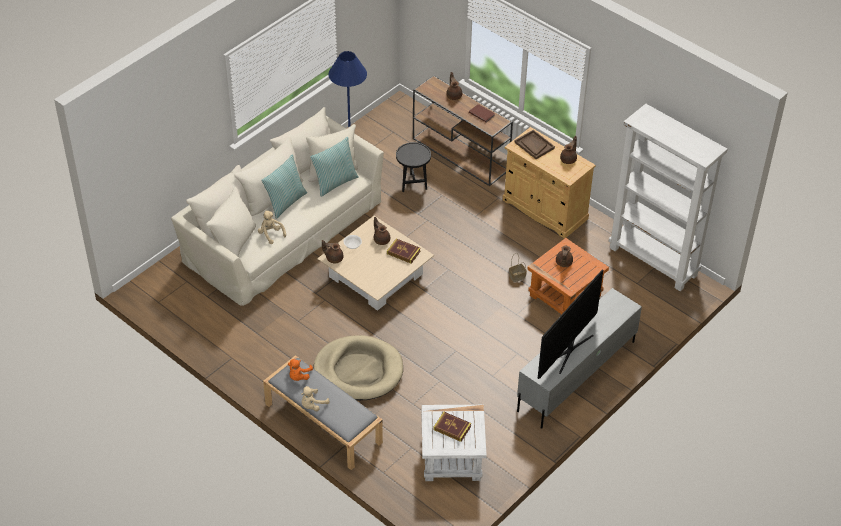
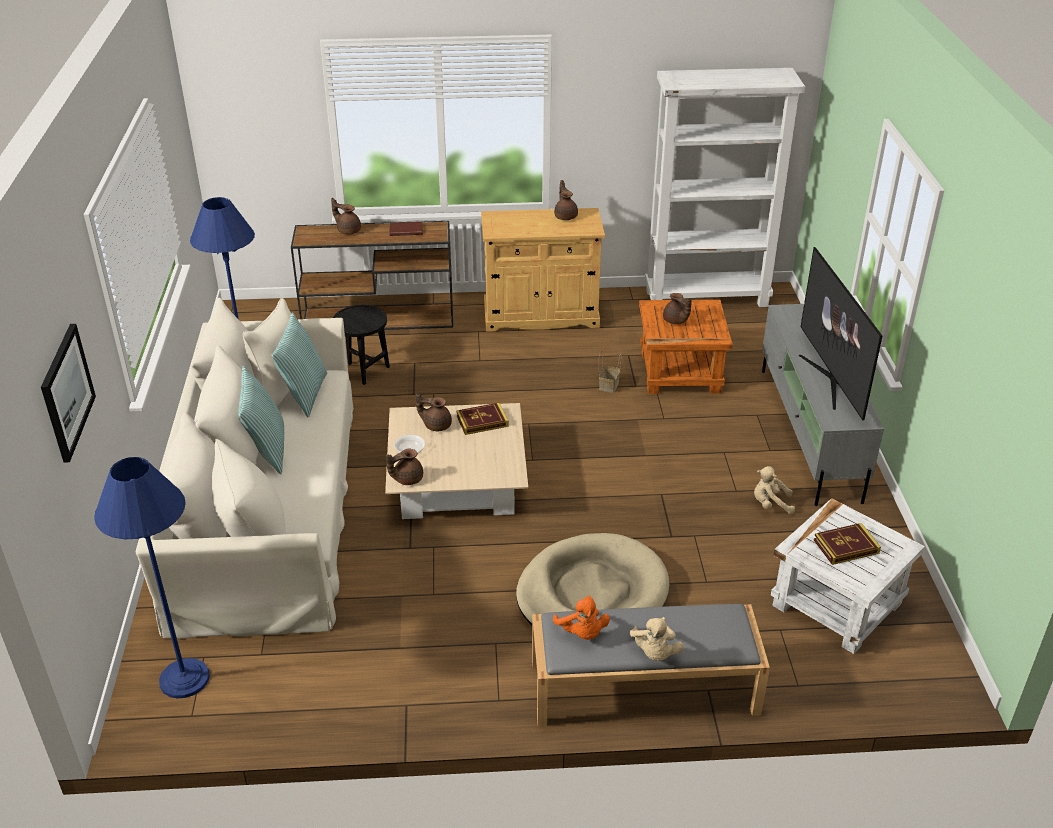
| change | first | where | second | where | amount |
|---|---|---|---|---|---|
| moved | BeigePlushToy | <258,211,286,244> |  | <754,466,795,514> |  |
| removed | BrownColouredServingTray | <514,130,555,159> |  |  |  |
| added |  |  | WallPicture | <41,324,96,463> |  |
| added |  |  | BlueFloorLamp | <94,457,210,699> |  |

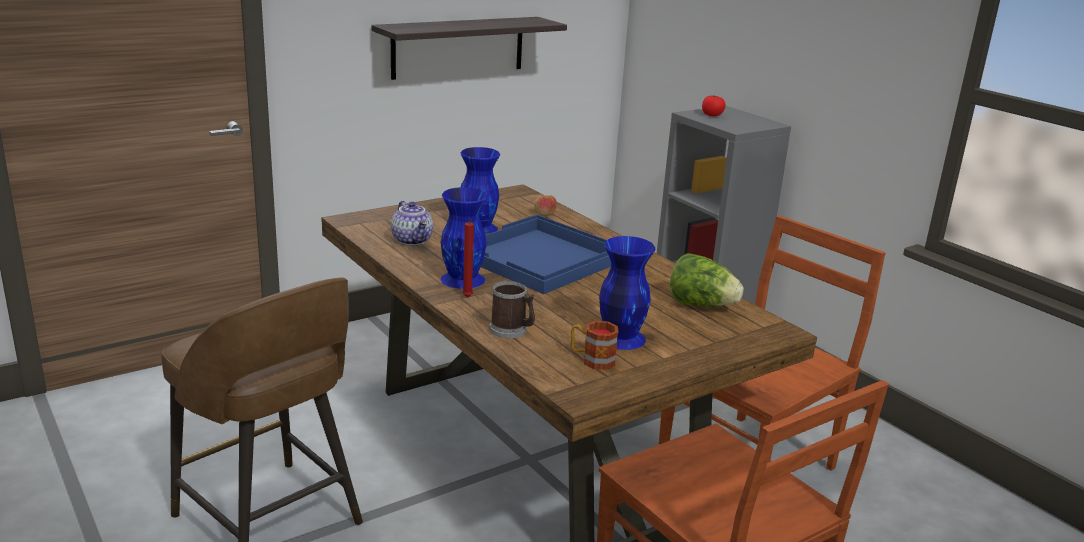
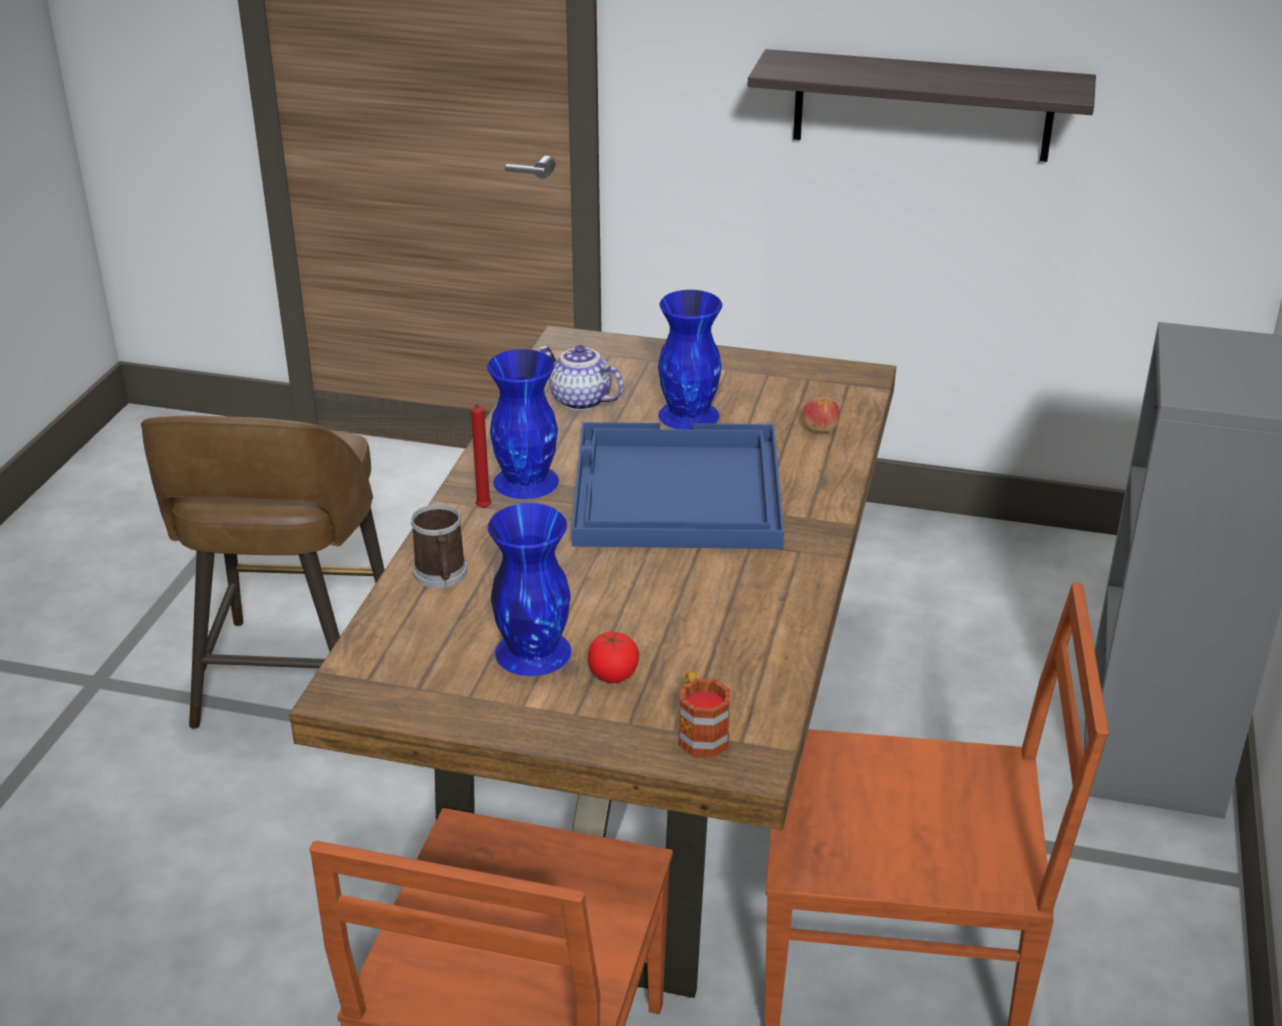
| change | first | where | second | where | amount |
|---|---|---|---|---|---|
| turned | Teapot | <391,201,433,246> |  | <539,345,624,411> | 105 degrees clockwise |
| moved | CoffeeMug | <571,321,618,370> |  | <679,671,731,757> |  |
| removed | HeadOfLettuce | <670,253,744,307> |  |  |  |
| moved | WholeTomato | <702,95,726,116> |  | <588,632,639,683> |  |

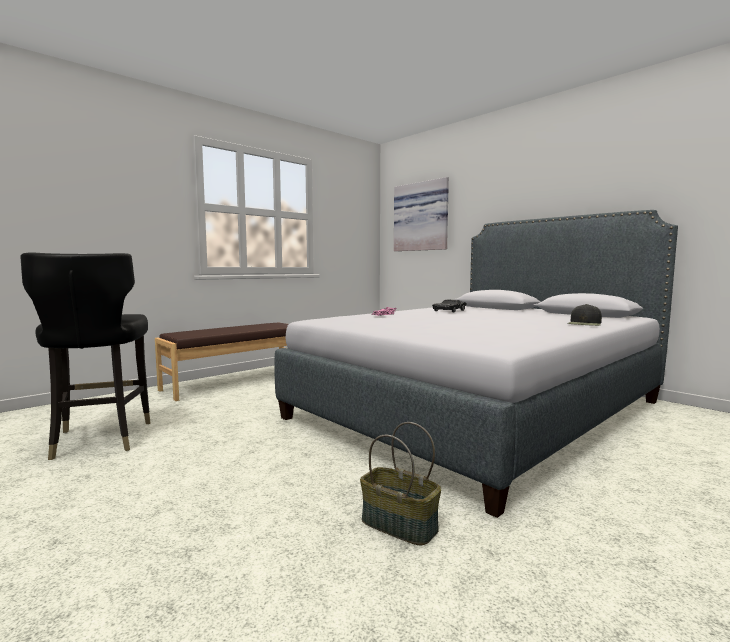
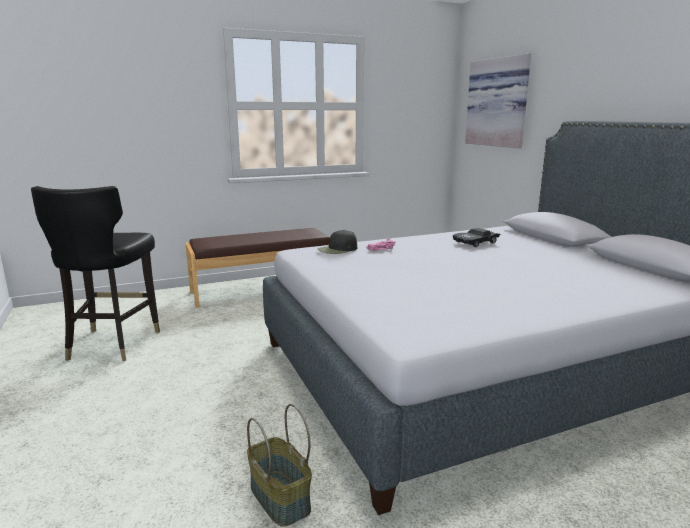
| change | first | where | second | where | amount |
|---|---|---|---|---|---|
| moved | BlackishCap | <567,304,602,326> |  | <317,230,357,254> |  |

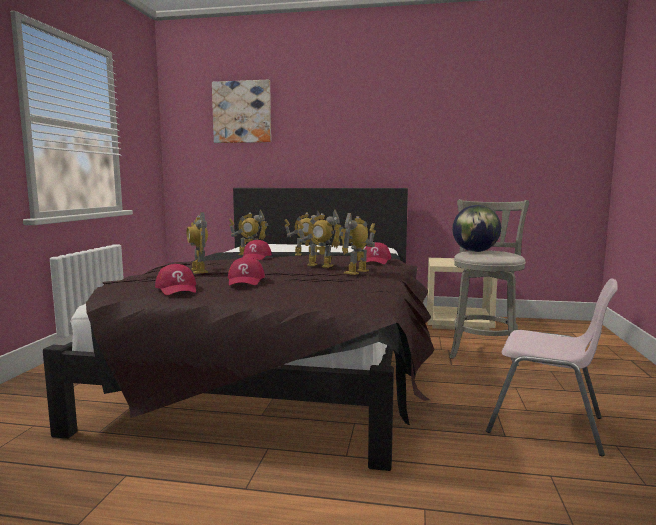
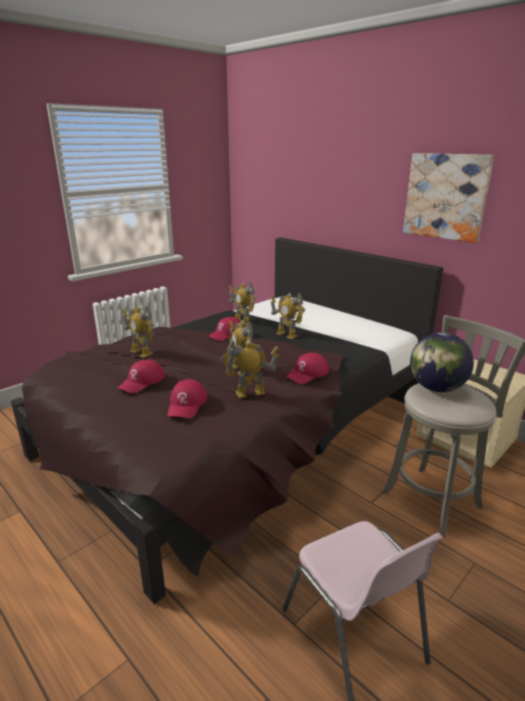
| change | first | where | second | where | amount |
|---|---|---|---|---|---|
| moved | RedCap | <155,264,196,295> |  | <167,379,207,418> |  |
| turned | ToyRobot | <187,212,208,274> |  | <122,306,154,358> | 60 degrees counterclockwise |
| moved | WallPicture | <212,80,271,143> |  | <403,153,494,243> |  |

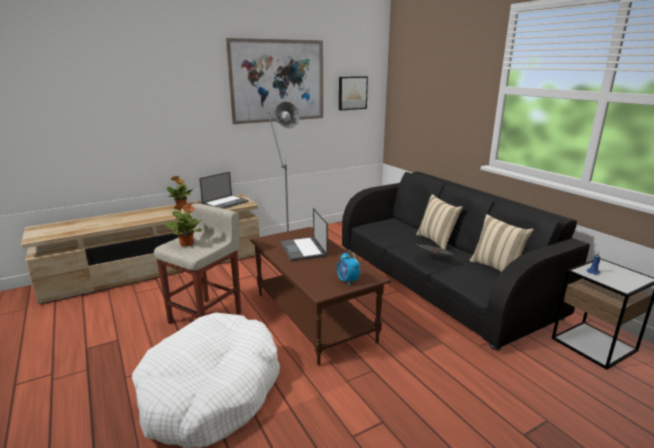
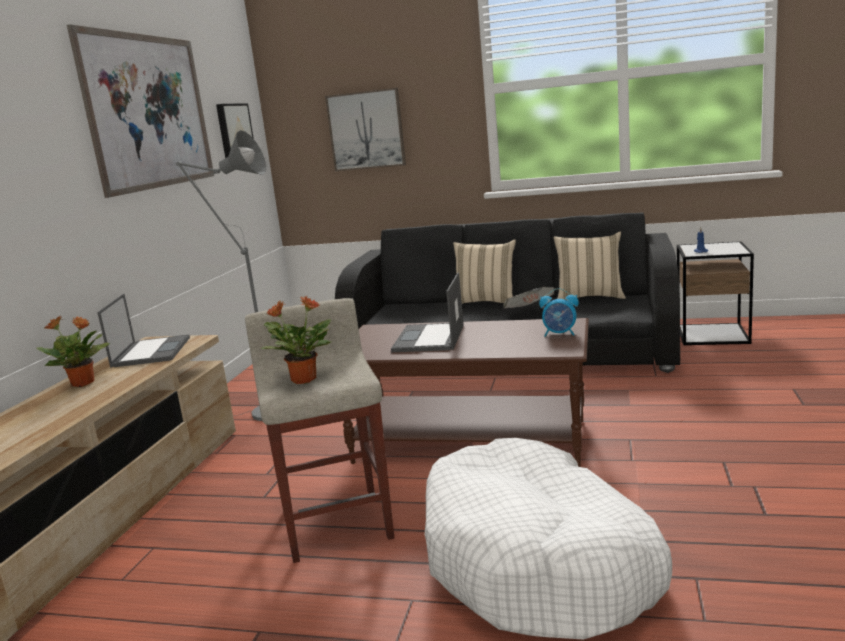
| change | first | where | second | where | amount |
|---|---|---|---|---|---|
| turned | Laptop | <280,208,328,262> |  | <391,272,464,352> | 75 degrees clockwise |
| added |  |  | WallPicture | <325,88,406,171> |  |

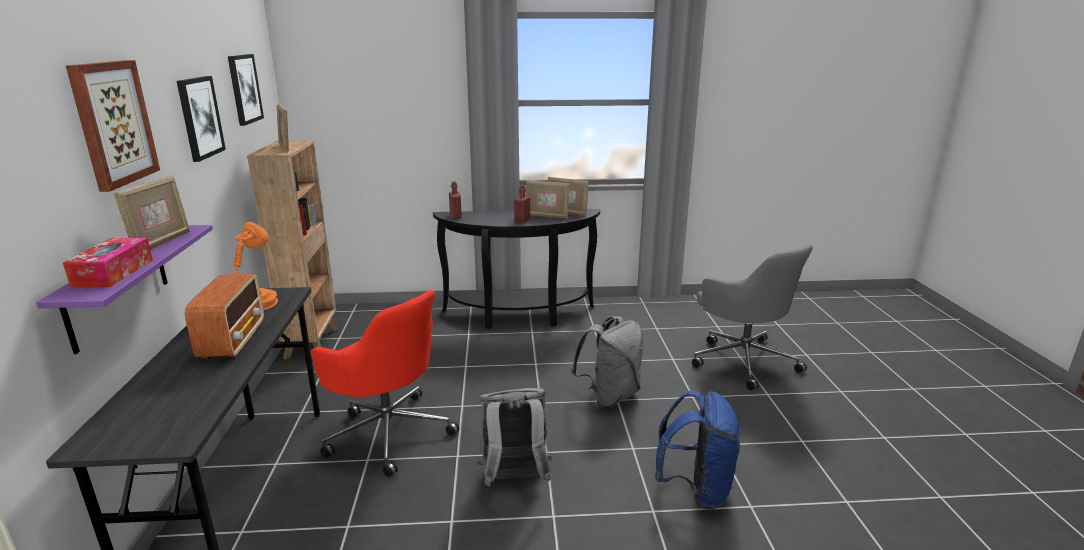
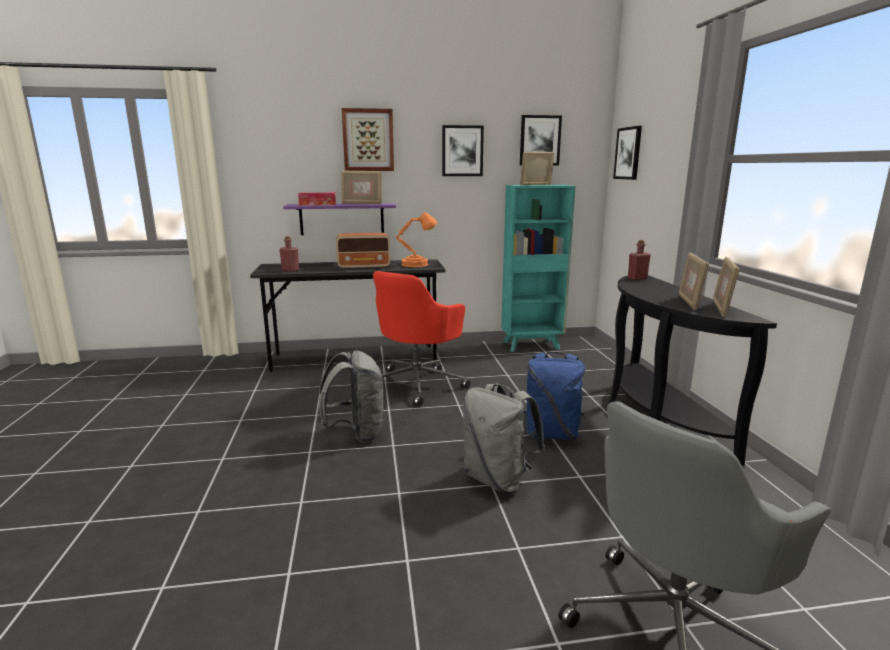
| change | first | where | second | where | amount |
|---|---|---|---|---|---|
| recoloured | BrownColouredBookcase | <247,141,339,360> | TurquoiseBookcase | <501,185,575,352> |  |
| moved | RedBeverageBottle | <514,185,530,223> |  | <279,236,299,272> |  |
| moved | BlueRucksack | <655,391,740,510> |  | <524,352,585,440> |  |
| added |  |  | WallPicture | <613,126,642,180> |  |

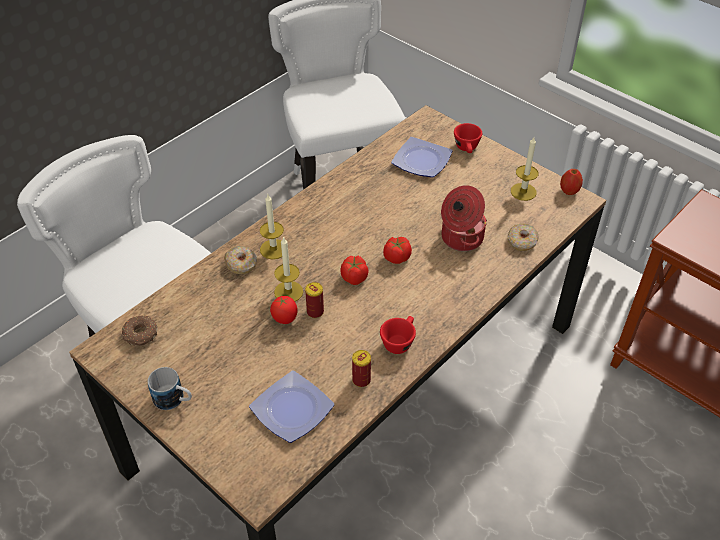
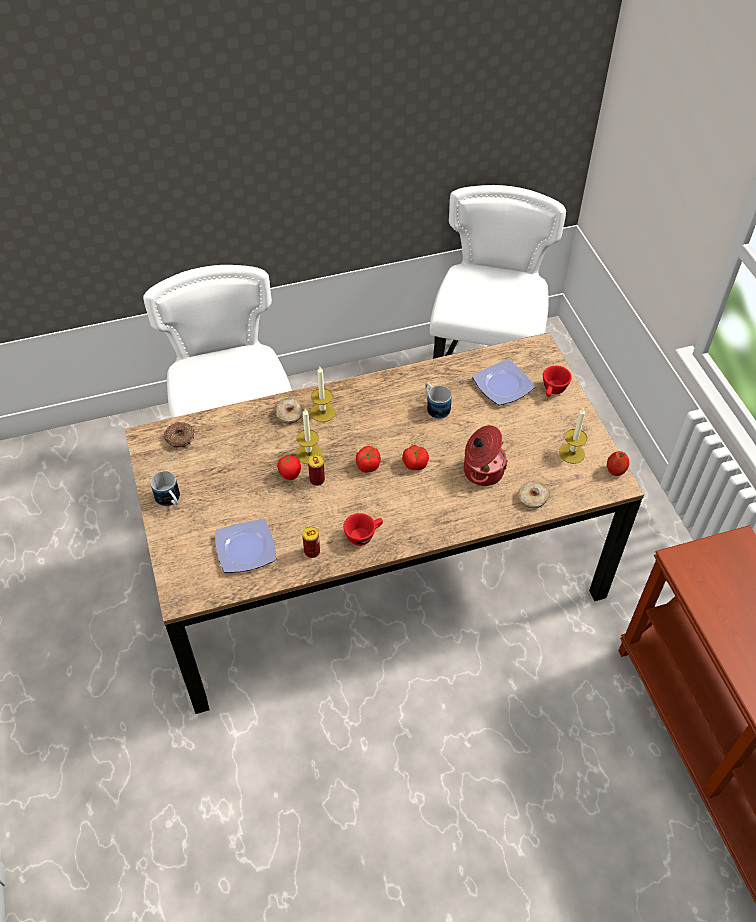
| change | first | where | second | where | amount |
|---|---|---|---|---|---|
| added |  |  | CoffeeMug | <425,382,452,419> |  |

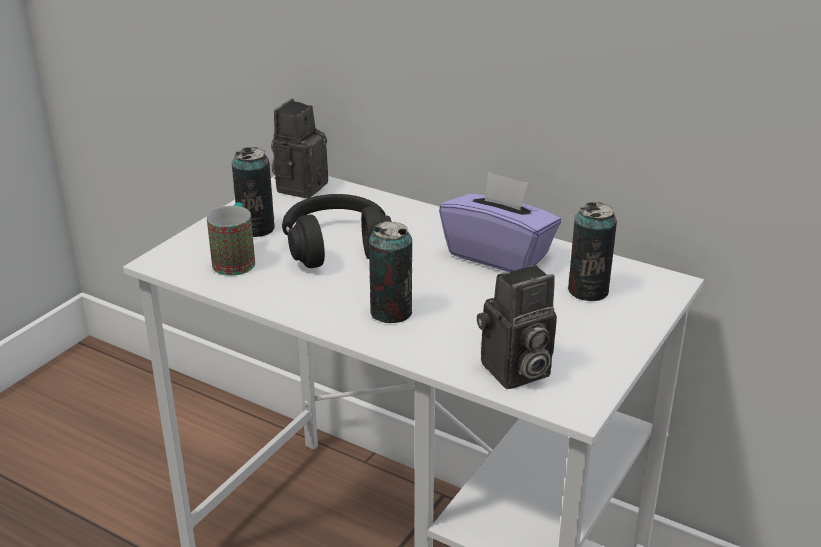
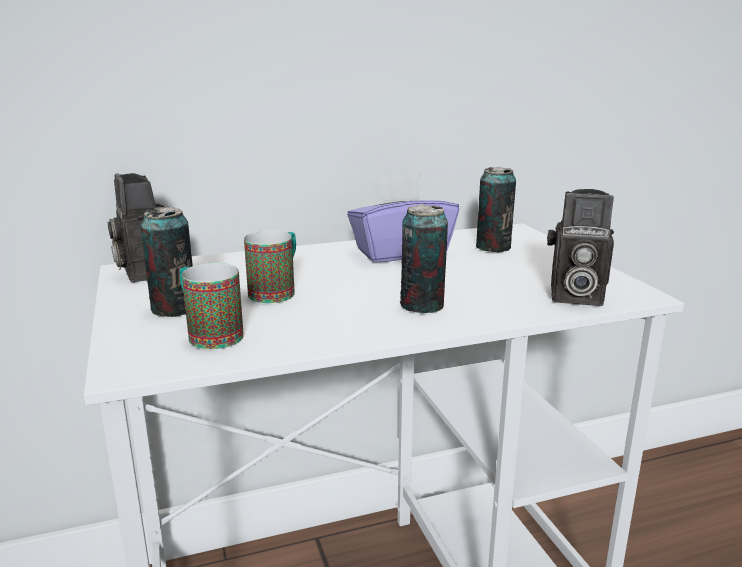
| change | first | where | second | where | amount |
|---|---|---|---|---|---|
| replaced | BlackishPairOfHeadphones | <282,194,392,268> | CoffeeMug | <244,230,296,303> |  |
| turned | StillCamera | <477,264,557,389> |  | <547,189,614,306> | 90 degrees clockwise |

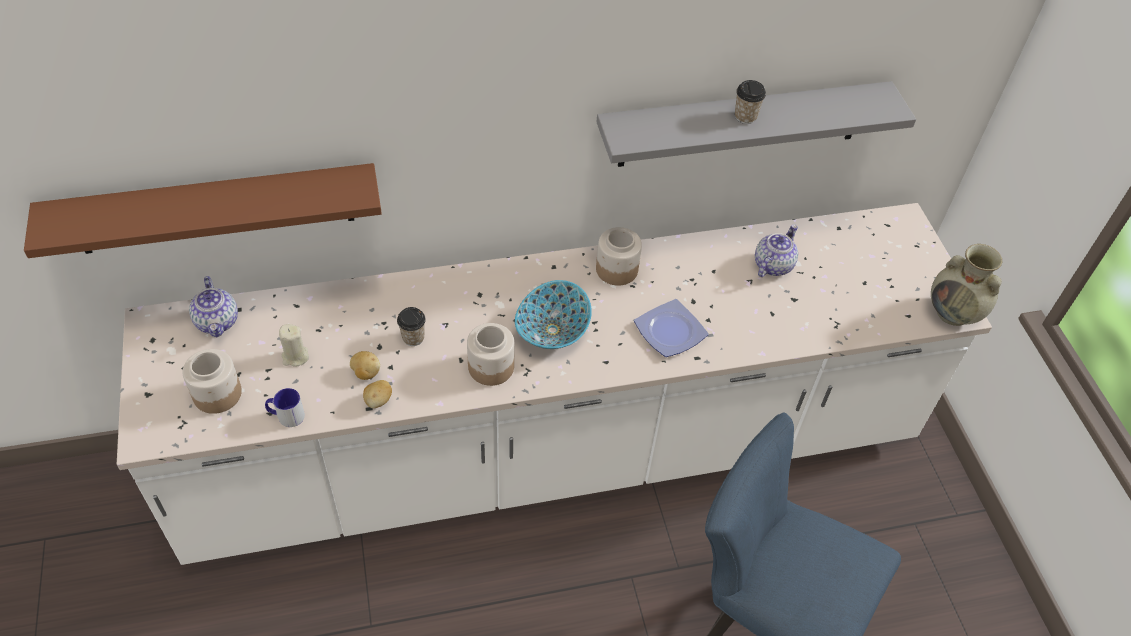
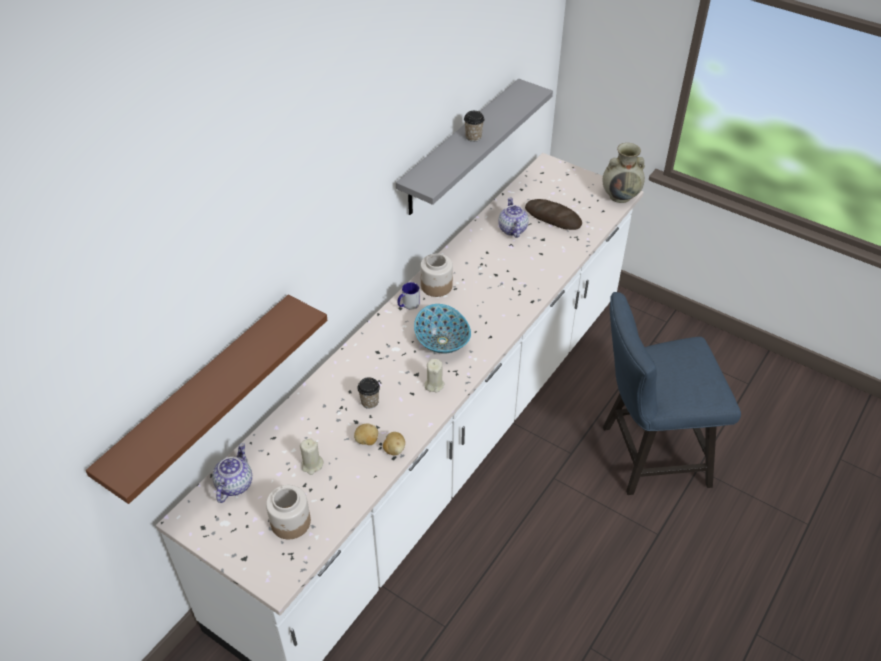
| change | first | where | second | where | amount |
|---|---|---|---|---|---|
| turned | Teapot | <189,276,238,338> |  | <212,443,252,503> | 105 degrees counterclockwise |
| moved | CoffeeMug | <265,388,305,427> |  | <398,282,420,309> |  |
| replaced | Jar | <467,323,514,386> | BeigeWaxCandle | <425,359,444,392> |  |
| removed | Plate | <634,299,709,357> |  |  |  |
| added |  |  | Bread | <525,199,582,230> |  |

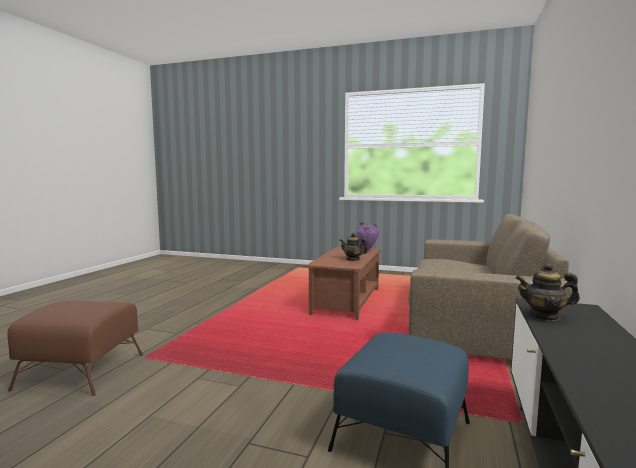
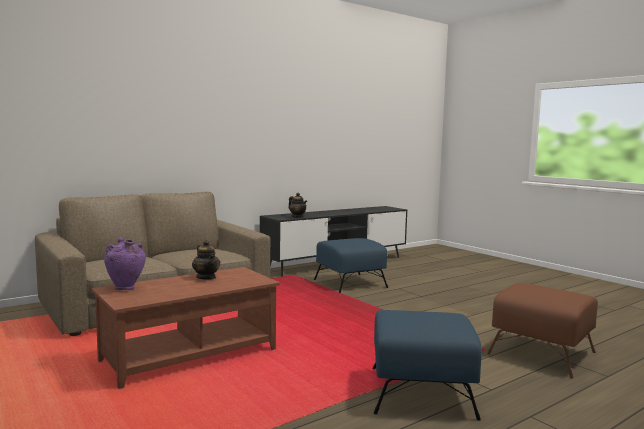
| change | first | where | second | where | amount |
|---|---|---|---|---|---|
| added |  |  | BlueFootrest | <372,310,482,421> |  |

